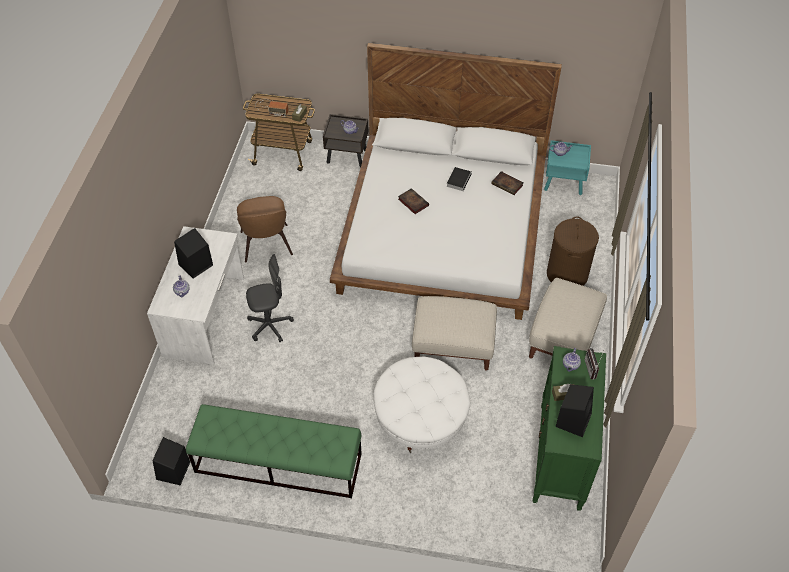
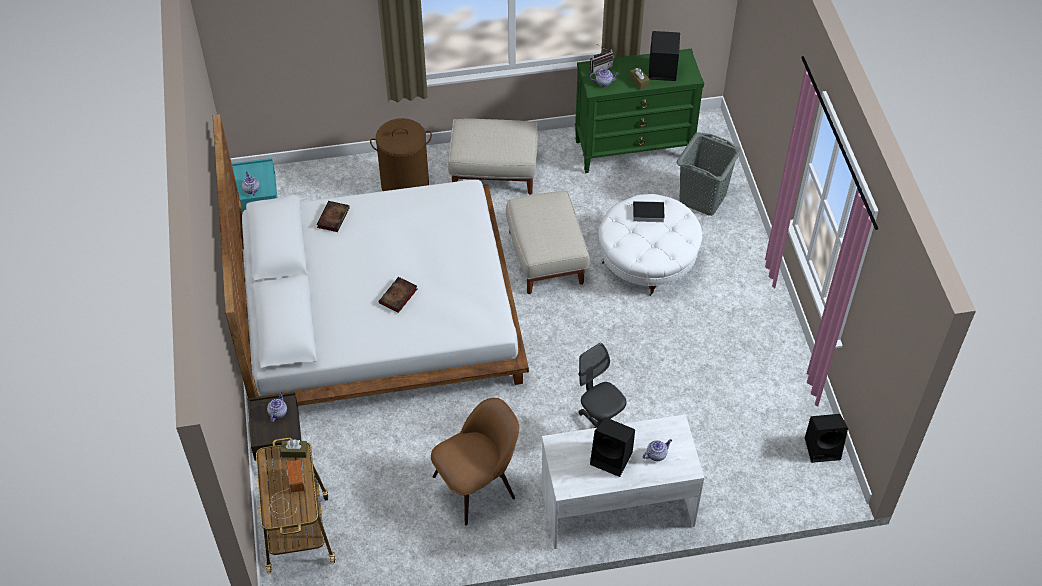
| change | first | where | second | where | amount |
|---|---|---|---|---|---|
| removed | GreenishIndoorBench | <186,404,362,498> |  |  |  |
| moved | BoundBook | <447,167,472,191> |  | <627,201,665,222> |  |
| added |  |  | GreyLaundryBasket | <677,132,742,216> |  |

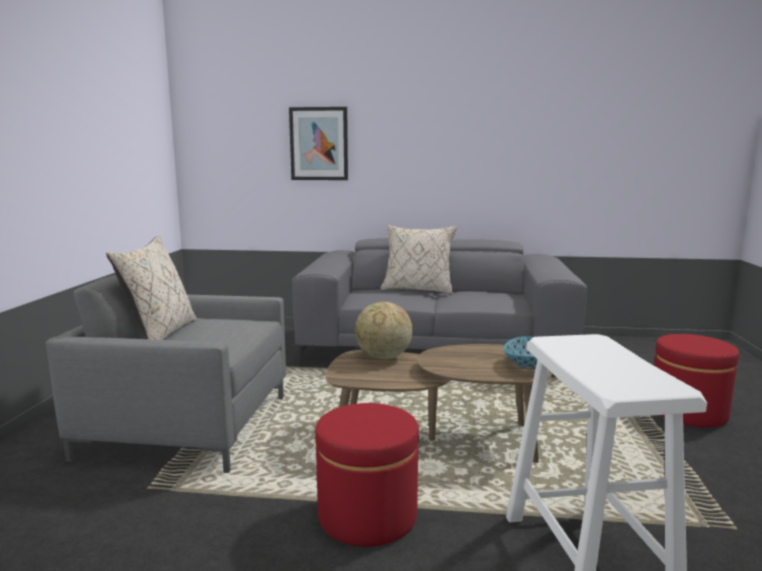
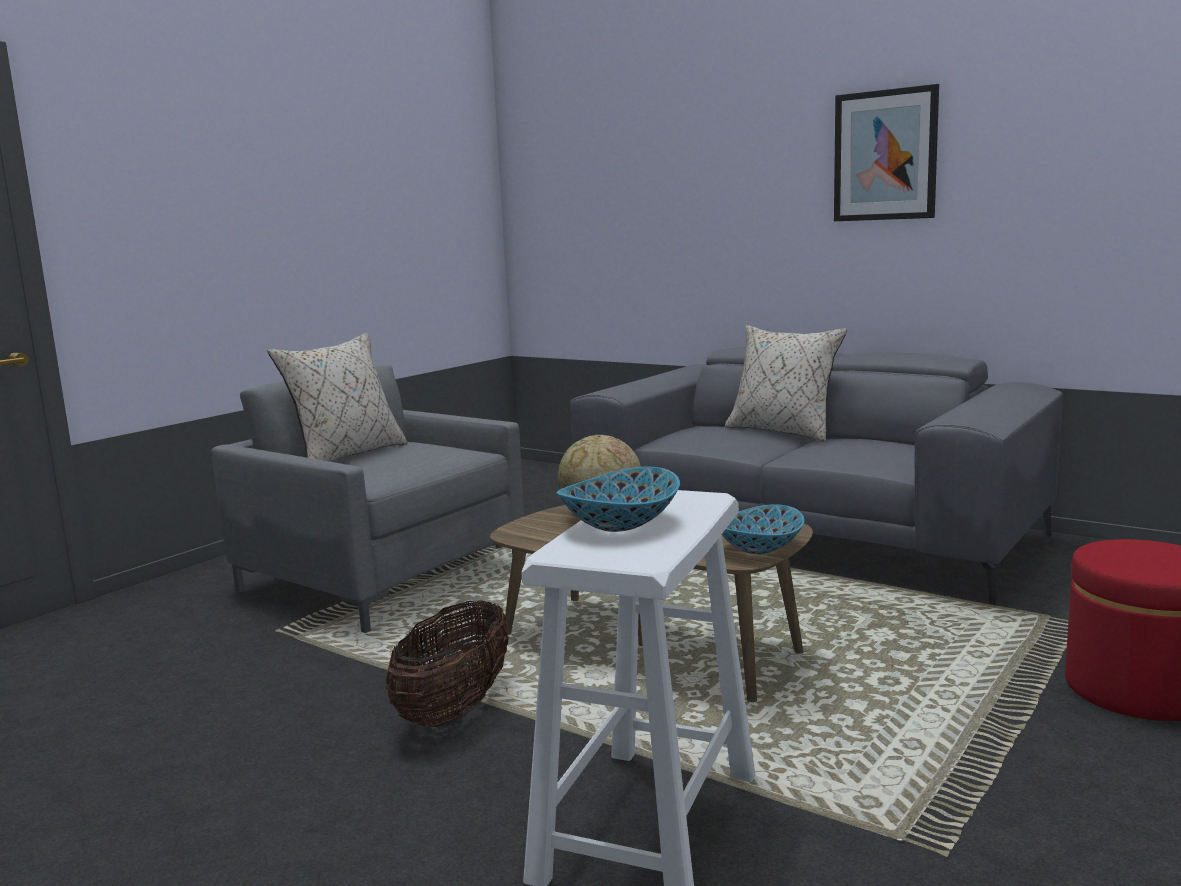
| change | first | where | second | where | amount |
|---|---|---|---|---|---|
| moved | WallPicture | <289,107,348,180> |  | <834,84,939,221> |  |
| replaced | RedFootrest | <315,403,419,547> | StorageBasket | <386,601,509,727> |  |
| added |  |  | Bowl | <557,467,680,532> |  |

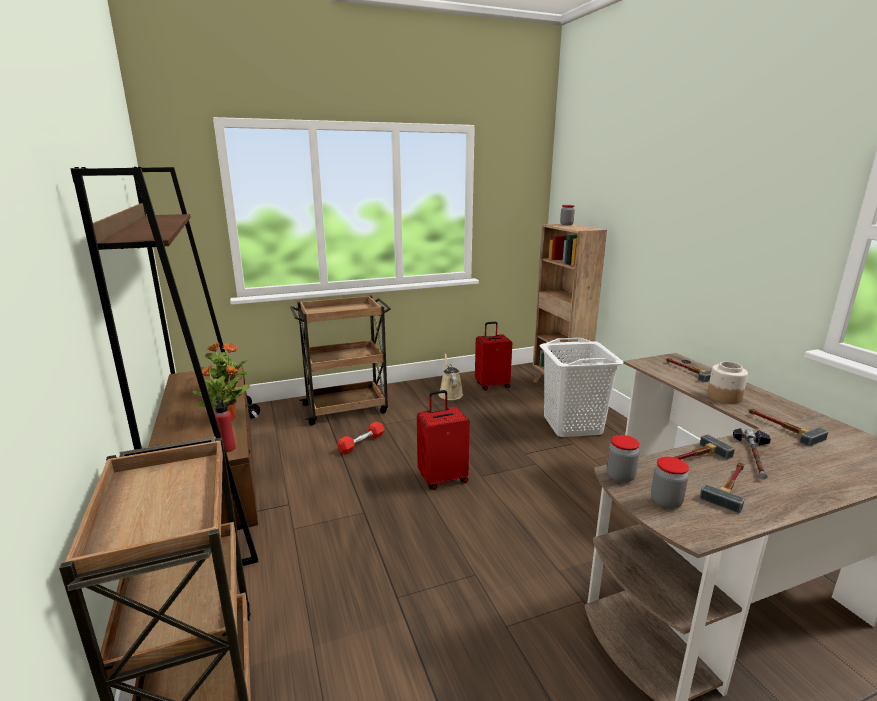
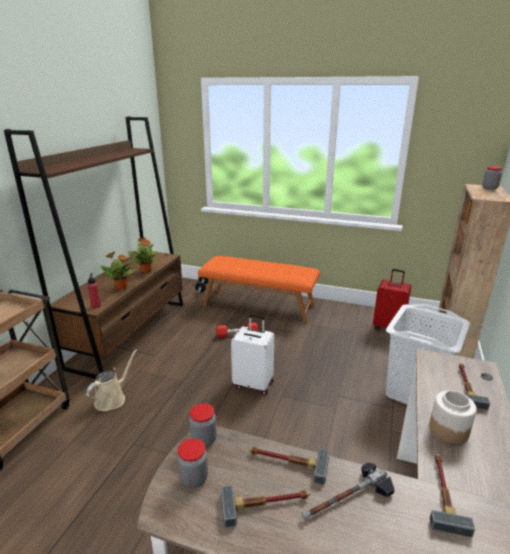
| change | first | where | second | where | amount |
|---|---|---|---|---|---|
| replaced | BrownColouredCart | <290,296,391,425> | OrangeColouredIndoorBench | <198,256,320,324> |  |
| recoloured | RedPieceOfLuggage | <417,390,470,490> | WhitePieceOfLuggage | <231,314,274,395> |  |
| moved | BeigeWateringCan | <438,353,463,400> |  | <86,349,137,411> |  |

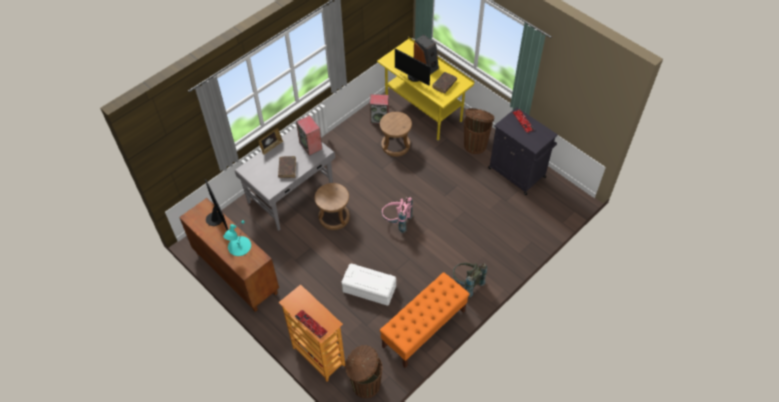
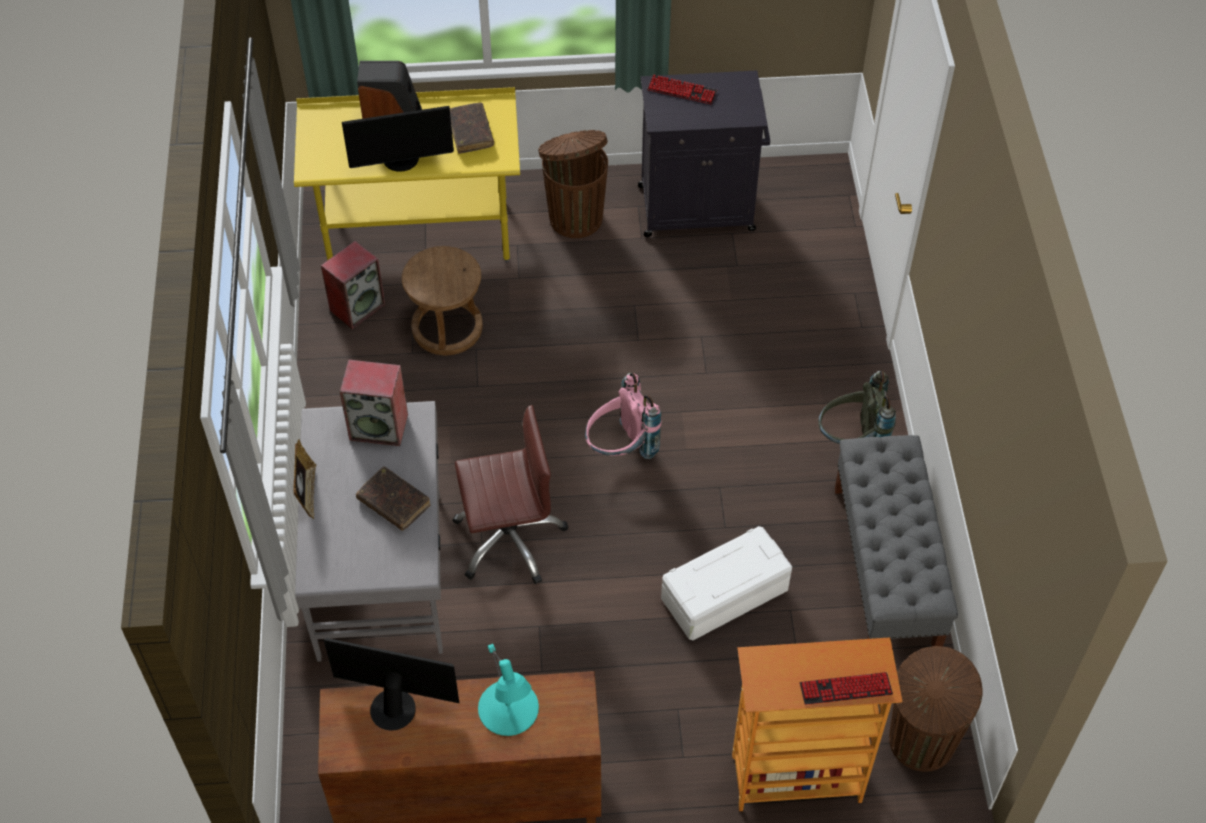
| change | first | where | second | where | amount |
|---|---|---|---|---|---|
| replaced | BrownColouredStool | <314,183,350,230> | BrownColouredDeskChair | <453,405,568,584> |  |
| recoloured | OrangeColouredIndoorBench | <379,272,470,368> | GreyIndoorBench | <834,435,958,646> |  |

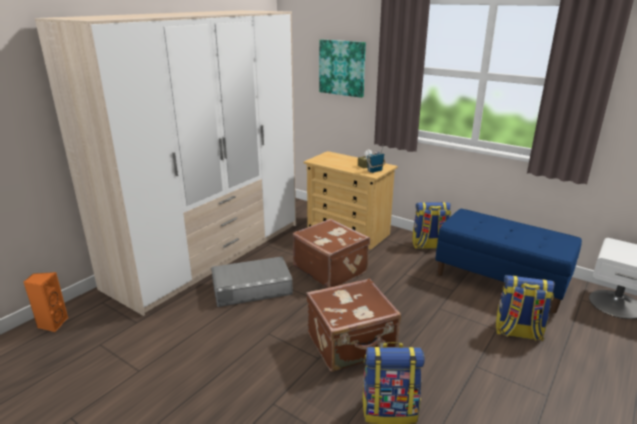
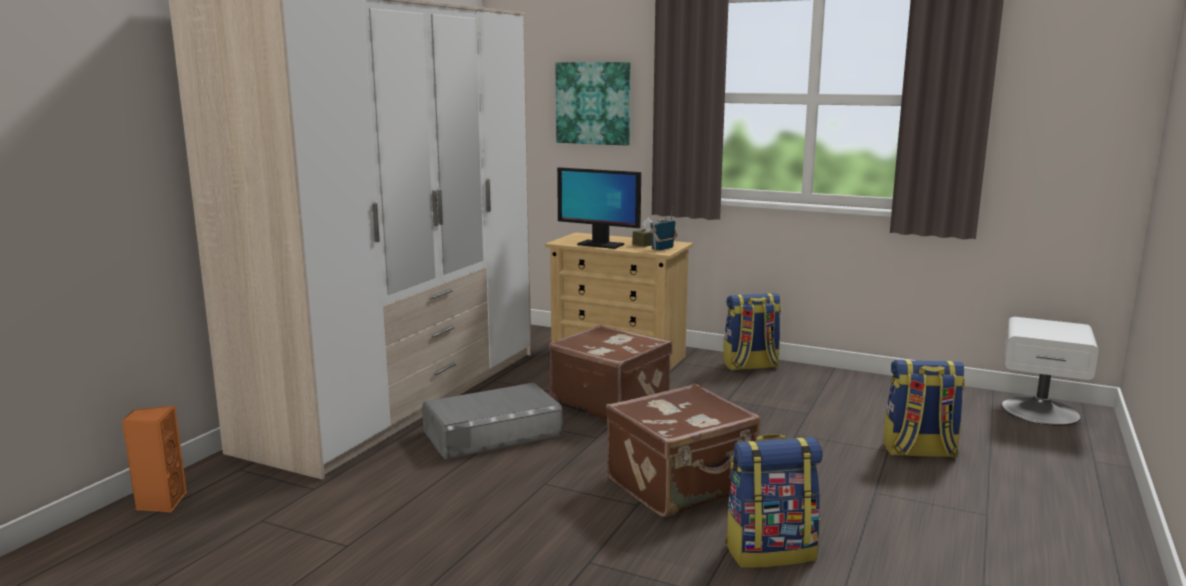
| change | first | where | second | where | amount |
|---|---|---|---|---|---|
| removed | BlueIndoorBench | <435,209,582,313> |  |  |  |
| added |  |  | ComputerScreen | <557,167,641,249> |  |

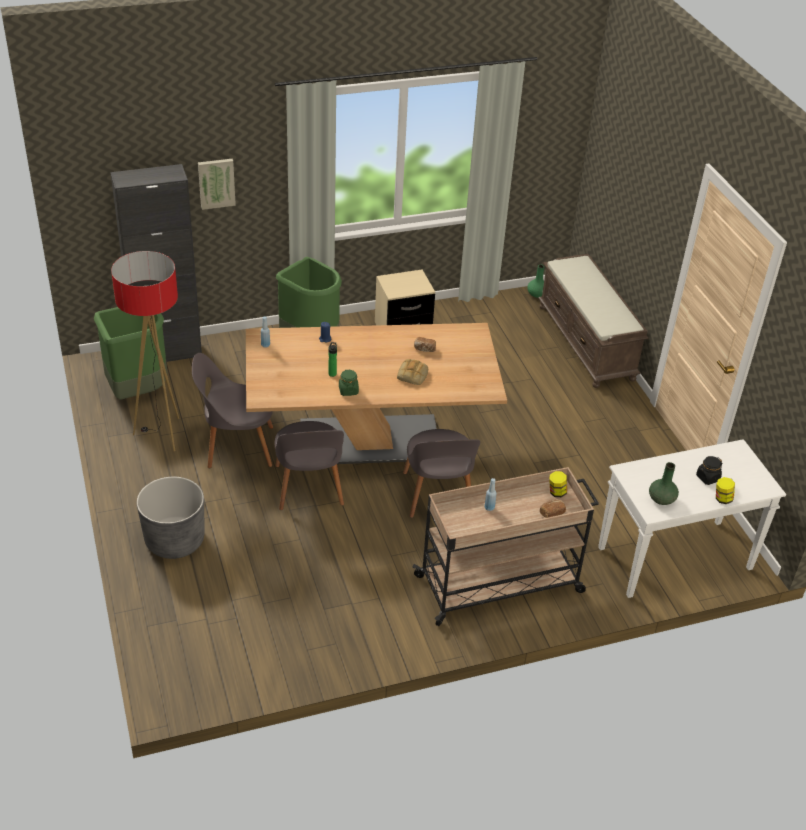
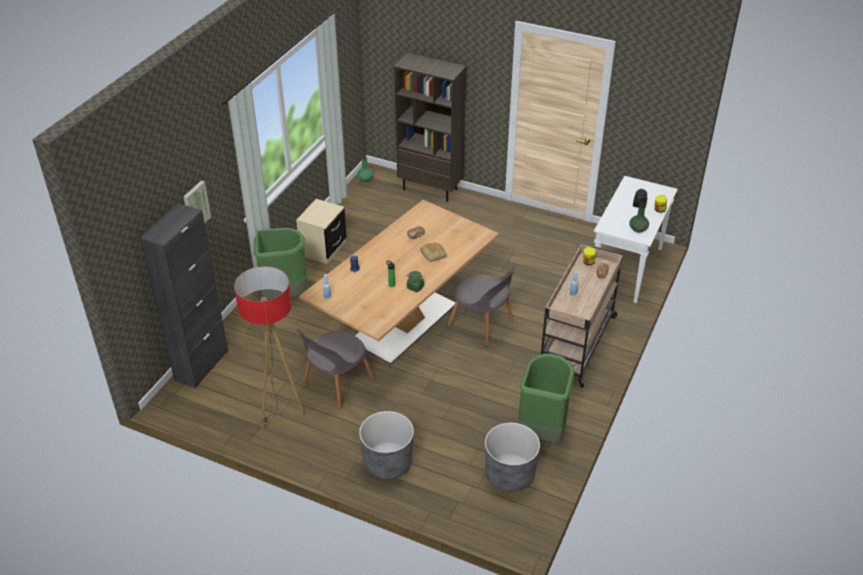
| change | first | where | second | where | amount |
|---|---|---|---|---|---|
| moved | GreenishWasteBin | <94,307,168,400> |  | <518,353,574,443> |  |
| removed | GreyPlainChair | <275,421,344,510> |  |  |  |
| replaced | BrownColouredIndoorBench | <538,254,648,388> | BrownColouredBookcase | <394,53,466,202> |  |
| added |  |  | GreyPlanter | <485,423,540,492> |  |

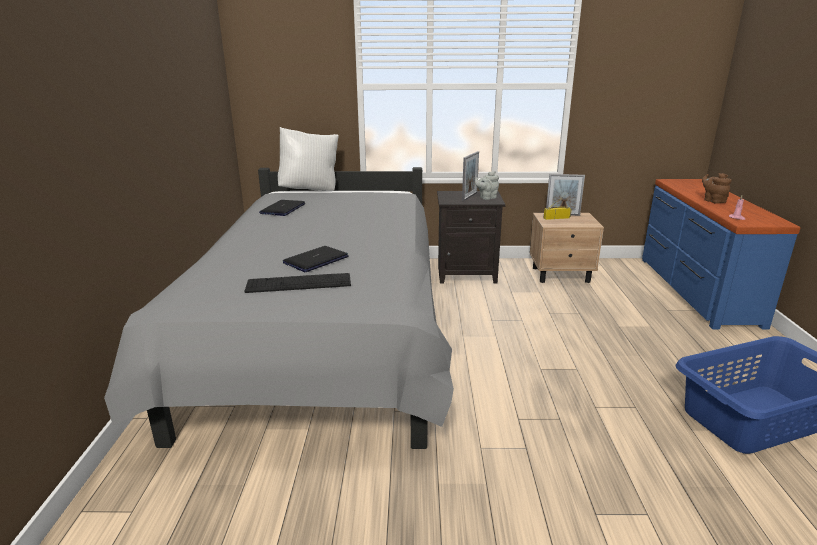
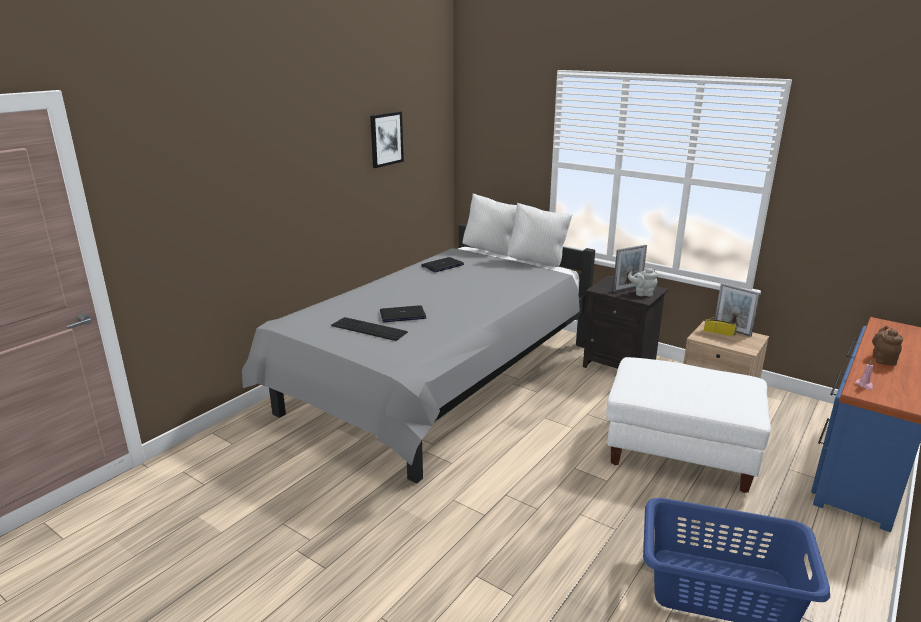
| change | first | where | second | where | amount |
|---|---|---|---|---|---|
| added |  |  | WallPicture | <370,111,404,168> |  |
| added |  |  | WhiteCushion | <507,202,573,267> |  |
| added |  |  | WhiteFootrest | <606,357,771,493> |  |

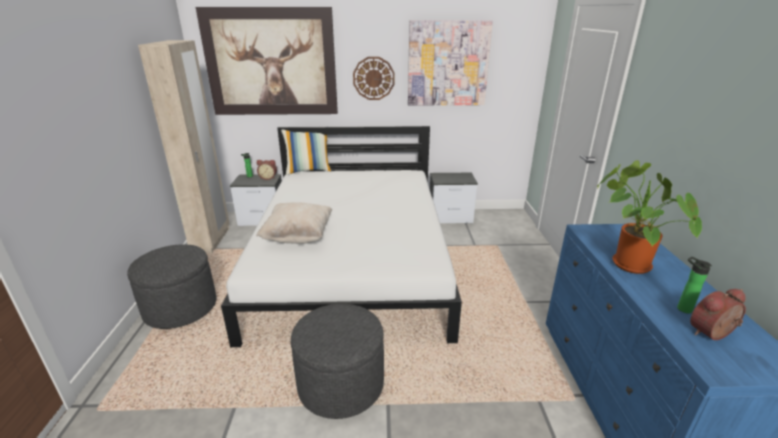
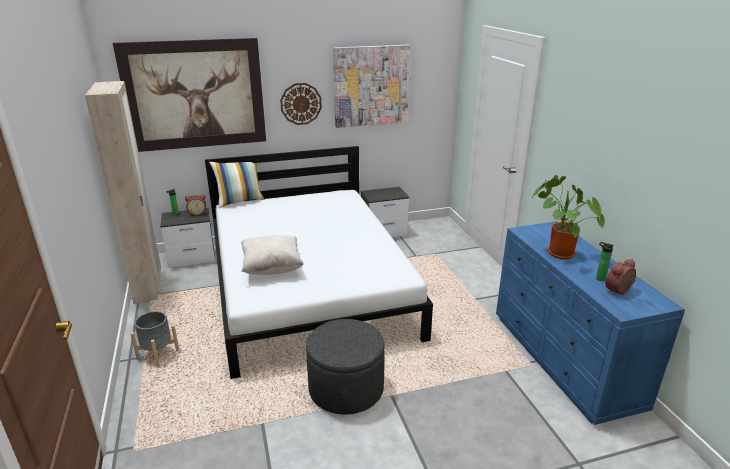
| change | first | where | second | where | amount |
|---|---|---|---|---|---|
| replaced | GreyFootrest | <127,244,217,329> | GreyPlanter | <130,311,179,367> |  |

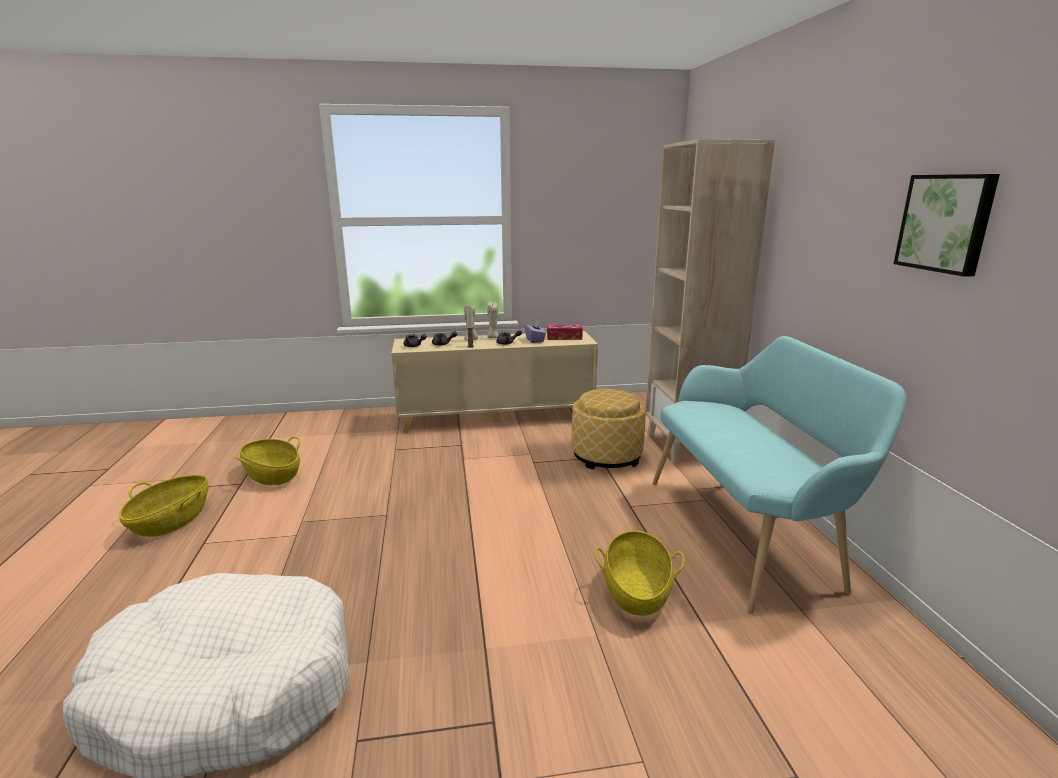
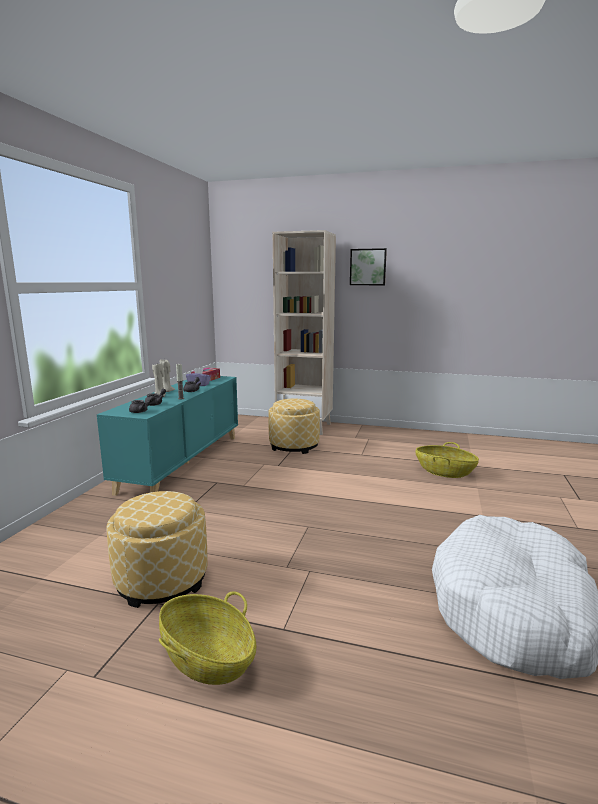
| change | first | where | second | where | amount |
|---|---|---|---|---|---|
| replaced | StorageBasket | <235,437,300,485> | Footrest | <106,491,207,608> |  |
| recoloured | BeigeCabinet | <391,331,598,433> | TurquoiseCabinet | <97,376,238,496> |  |
| removed | TurquoiseIndoorBench | <653,336,906,614> |  |  |  |
| moved | WallPicture | <894,174,1000,277> |  | <350,248,387,285> |  |

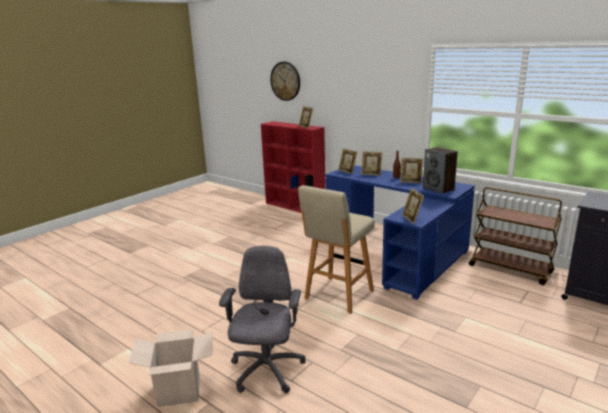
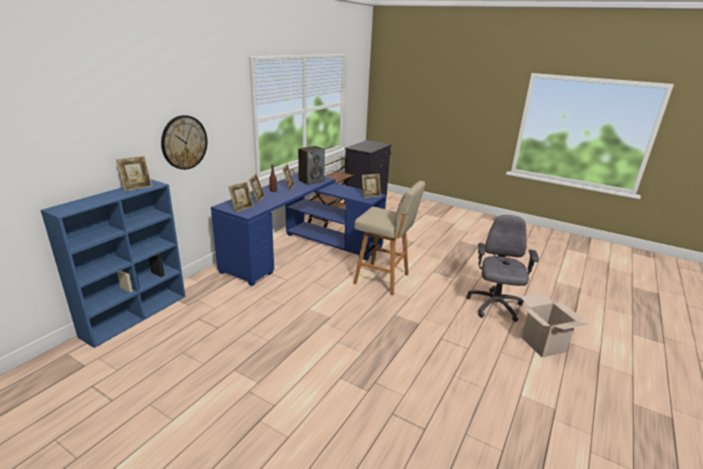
| change | first | where | second | where | amount |
|---|---|---|---|---|---|
| turned | GreyDeskChair | <219,246,306,393> |  | <466,215,539,322> | 105 degrees clockwise |
| recoloured | RedBookcase | <261,121,326,213> | BlueBookcase | <41,179,186,348> |  |
| moved | HangingClock | <270,62,300,101> |  | <161,115,208,170> |  |

